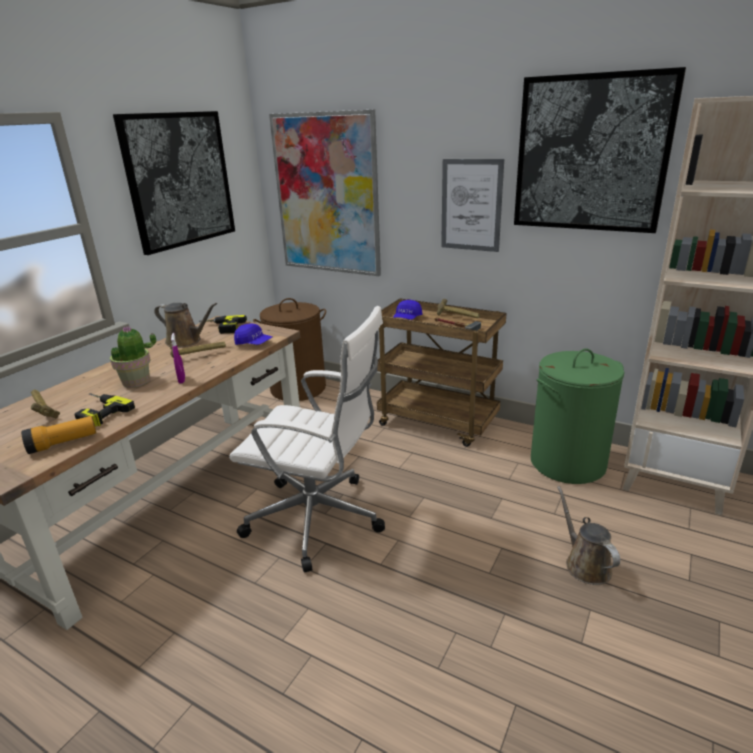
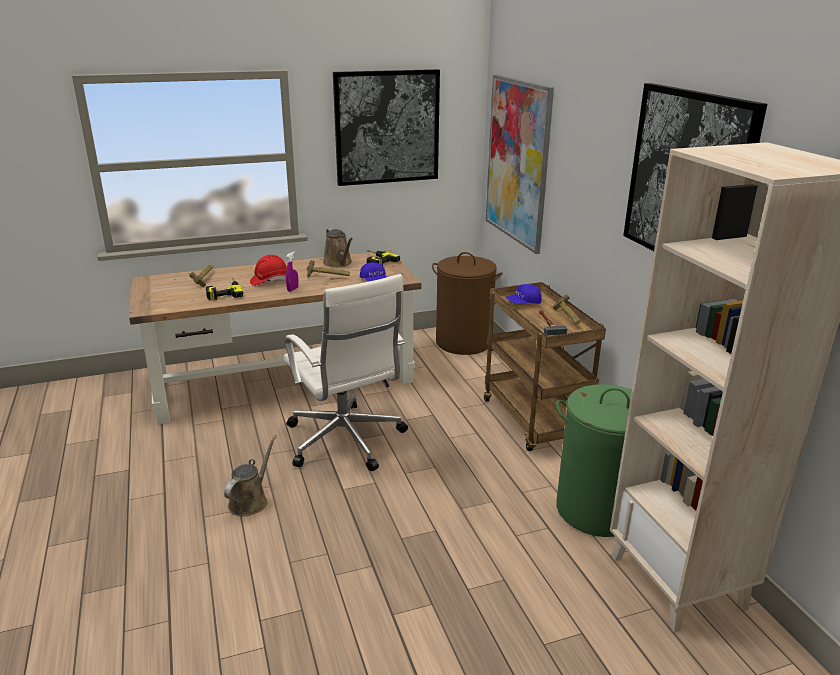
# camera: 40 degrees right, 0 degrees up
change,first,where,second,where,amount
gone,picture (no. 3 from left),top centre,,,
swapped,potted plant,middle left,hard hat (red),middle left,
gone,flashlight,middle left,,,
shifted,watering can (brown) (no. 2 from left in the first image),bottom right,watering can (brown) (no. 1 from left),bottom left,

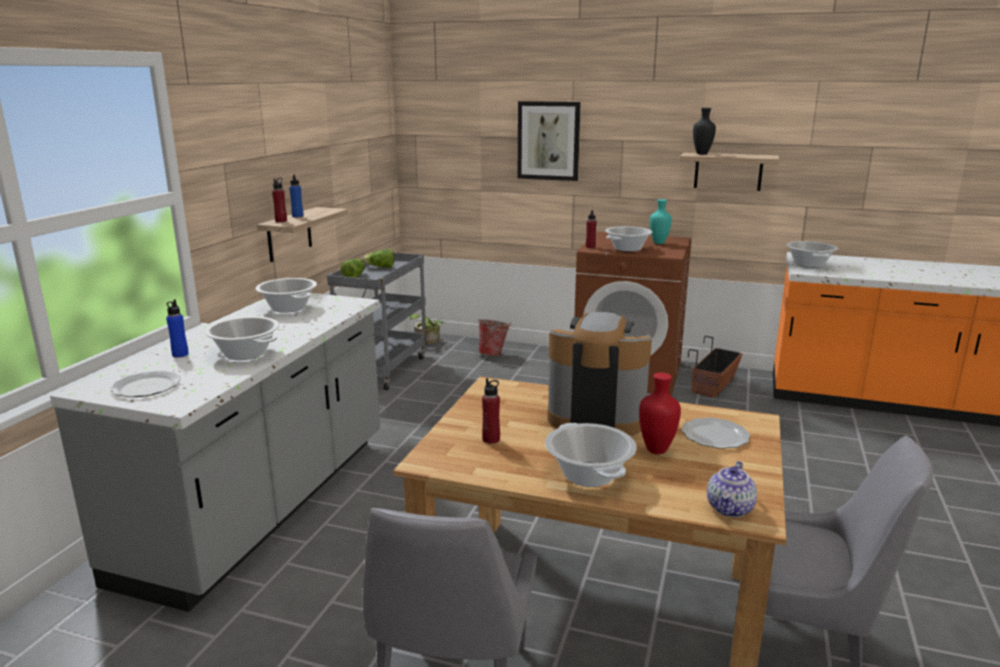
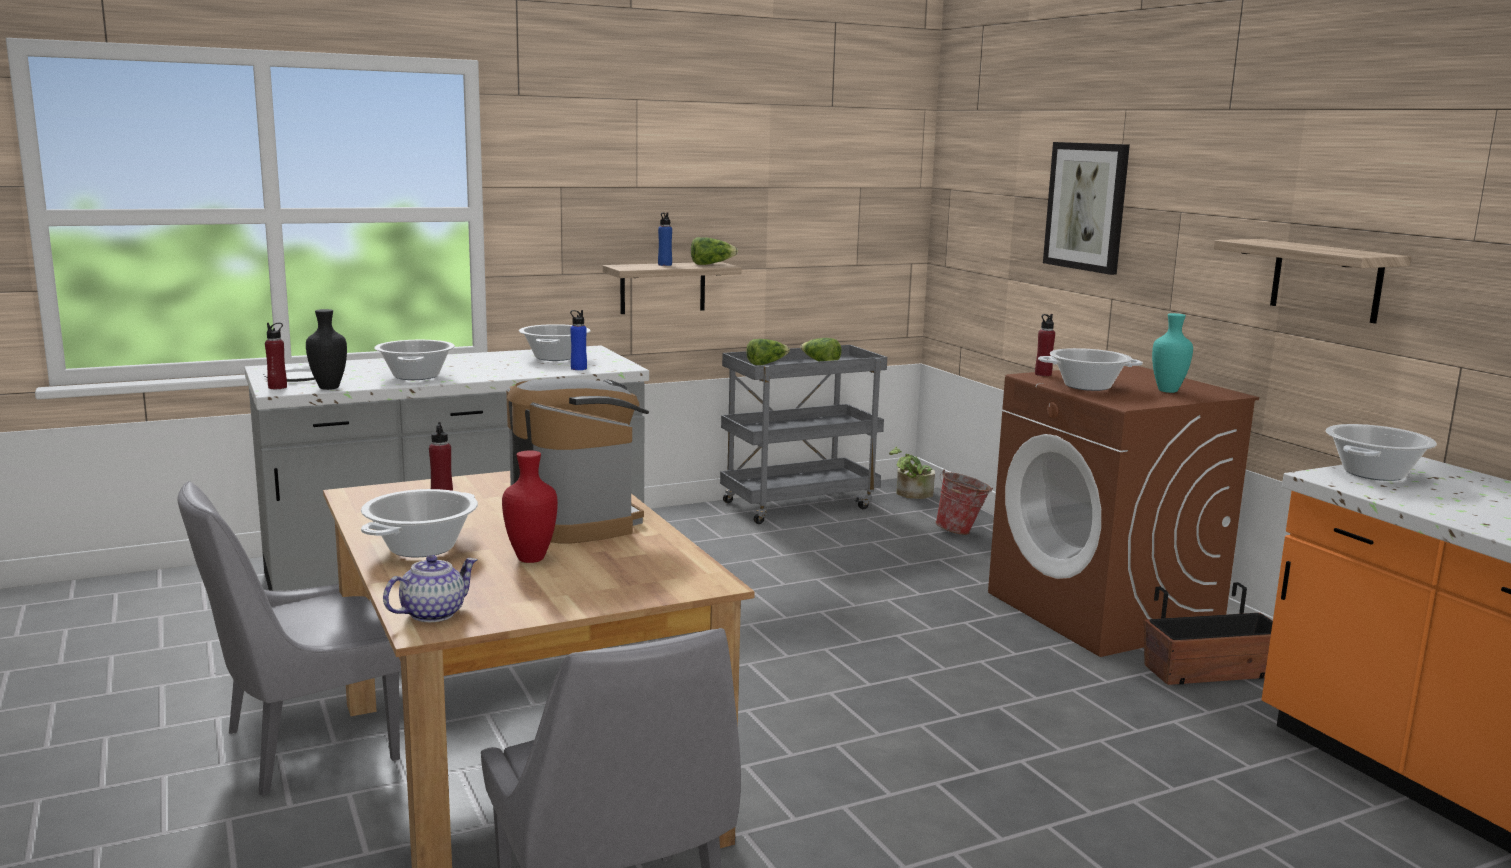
# camera: 45 degrees right, 5 degrees down
change,first,where,second,where,amount
shifted,vase (black),top right,,middle left,
shifted,bottle (red) (no. 1 from left),top left,,middle left,
shifted,bottle (blue) (no. 1 from left),middle left,,centre,
gone,plate (no. 2 from left),middle right,,,
rotated,teapot,bottom right,,bottom left,150 degrees clockwise
new,,,lettuce (no. 1 from left),top centre,

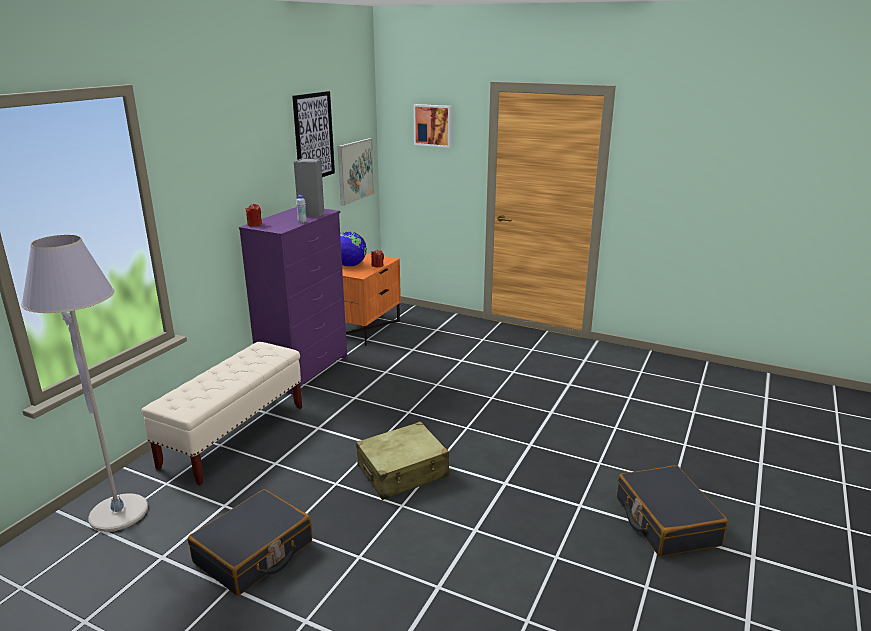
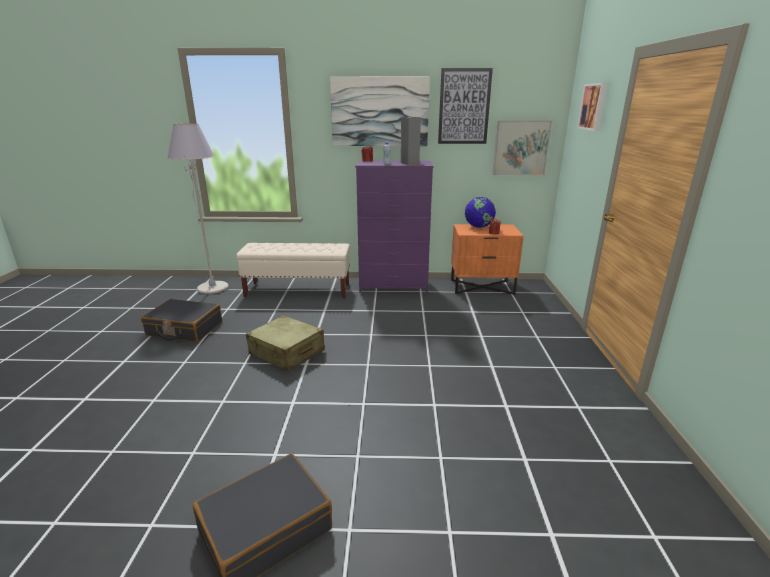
# camera: 65 degrees right, 0 degrees up
change,first,where,second,where,amount
new,,,picture (no. 1 from left),top centre,

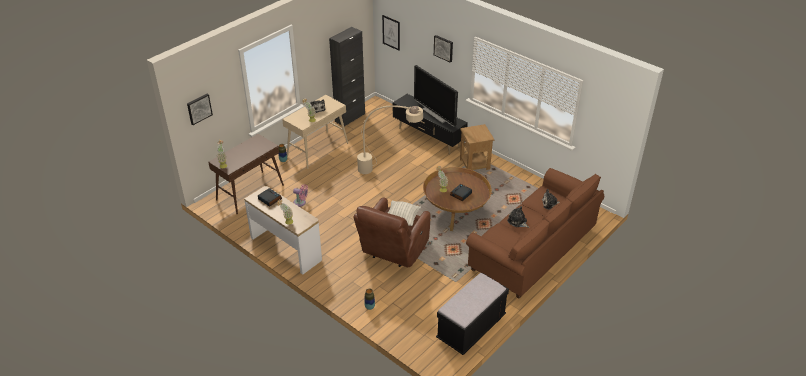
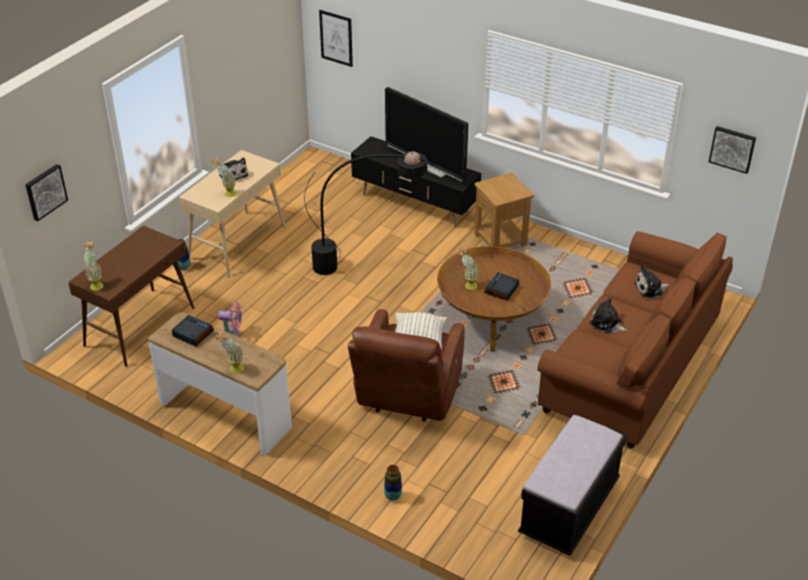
# camera: 10 degrees left, 0 degrees up
change,first,where,second,where,amount
gone,cabinet (black),top centre,,,
shifted,picture (no. 3 from left),top centre,,top right,
repainted,floor lamp (beige),centre,floor lamp (black),centre,

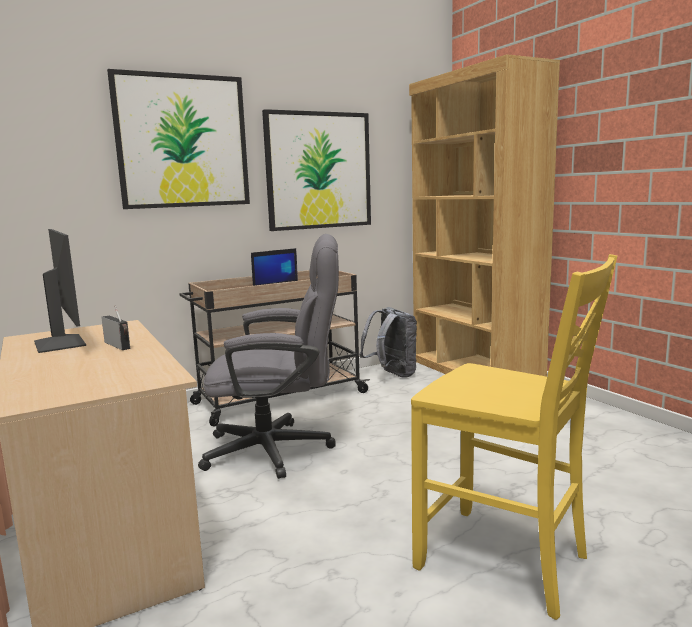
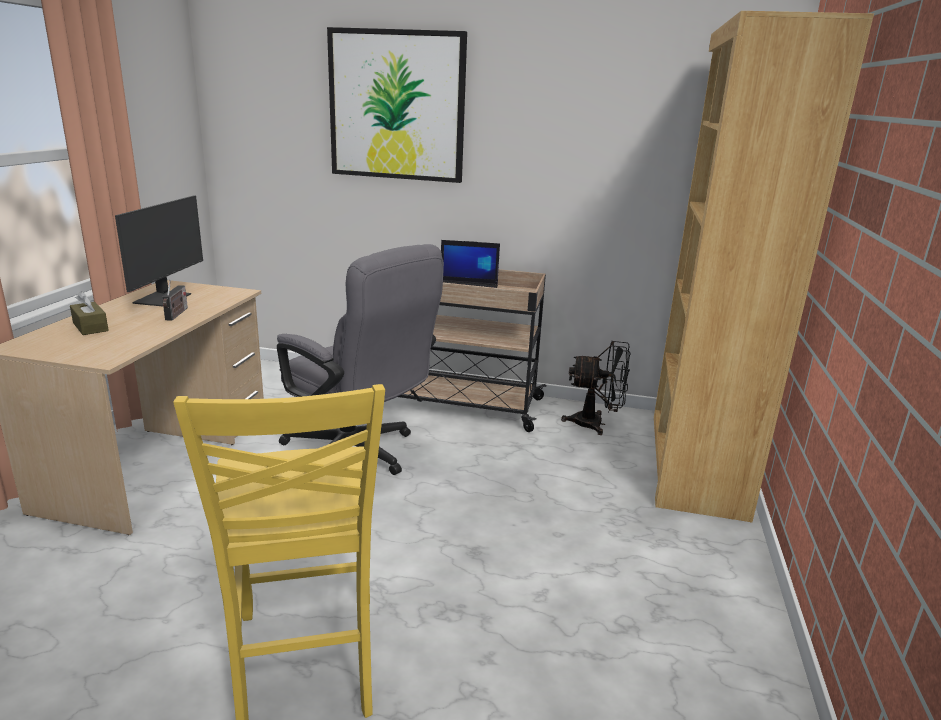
# camera: 40 degrees right, 10 degrees up
change,first,where,second,where,amount
gone,picture (no. 2 from left),top centre,,,
swapped,backpack (grey),centre,fan (black),centre,
new,,,tissue box (brown),middle left,

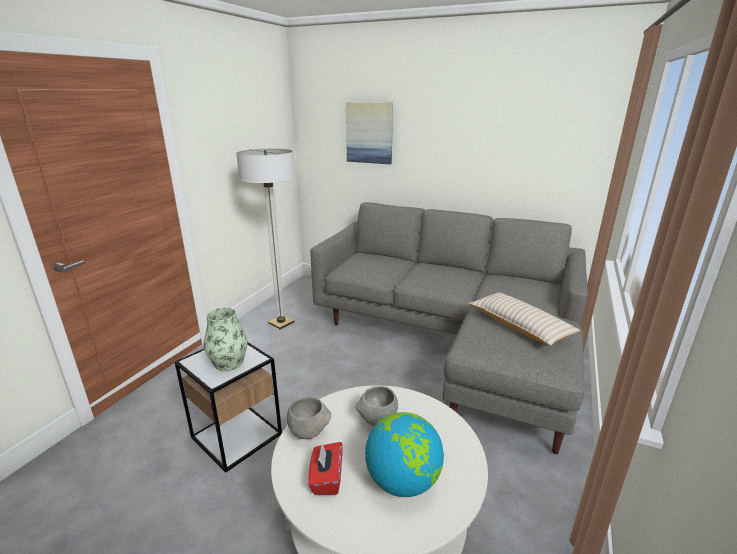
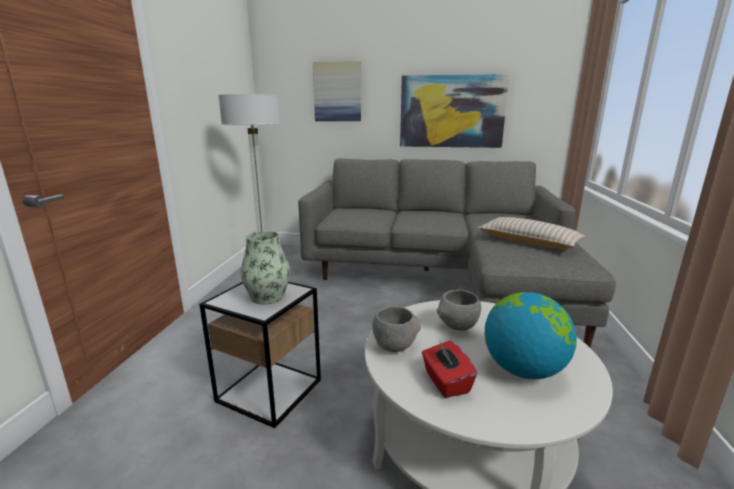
# camera: 15 degrees left, 5 degrees down
change,first,where,second,where,amount
new,,,picture (no. 2 from left),top centre,

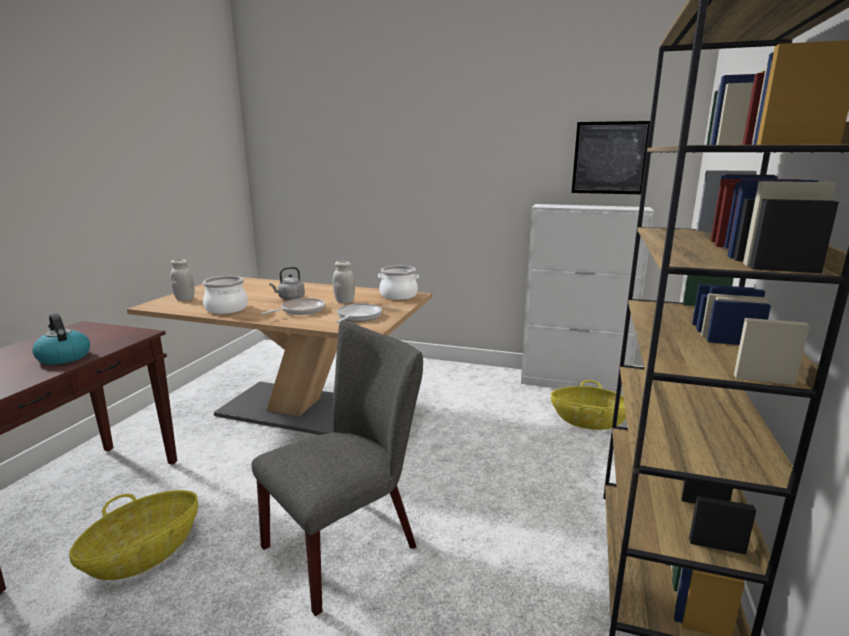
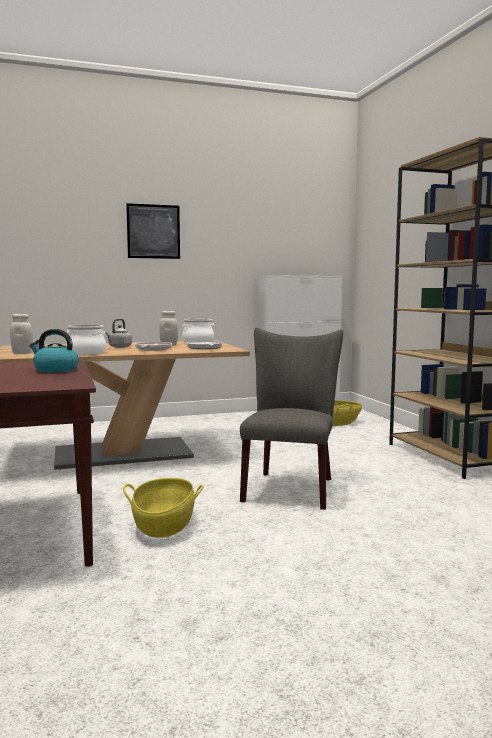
# camera: 35 degrees left, 10 degrees down
change,first,where,second,where,amount
shifted,picture,top right,,top left,

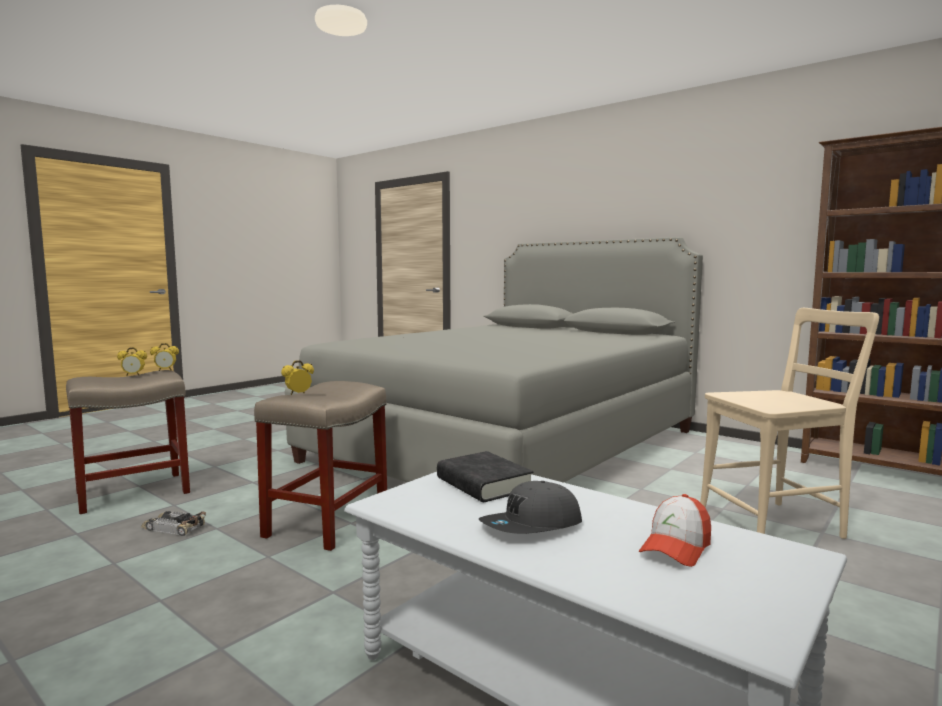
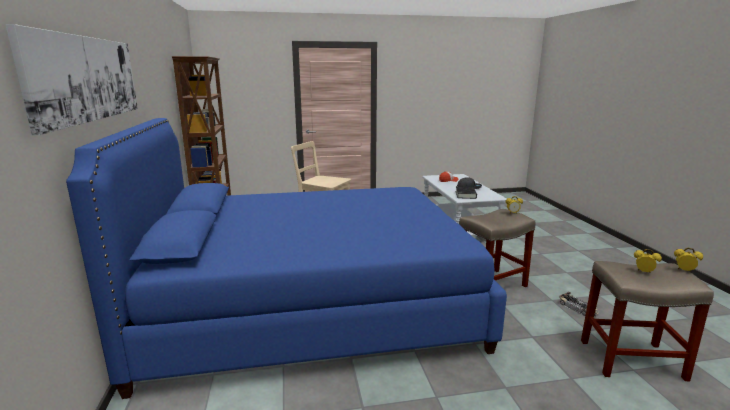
# camera: 140 degrees left, 10 degrees up
change,first,where,second,where,amount
repainted,bed (grey),centre,bed (blue),centre,
shifted,alarm clock (no. 2 from left in the first image),middle left,alarm clock (no. 3 from left),middle right,
new,,,picture,top left,

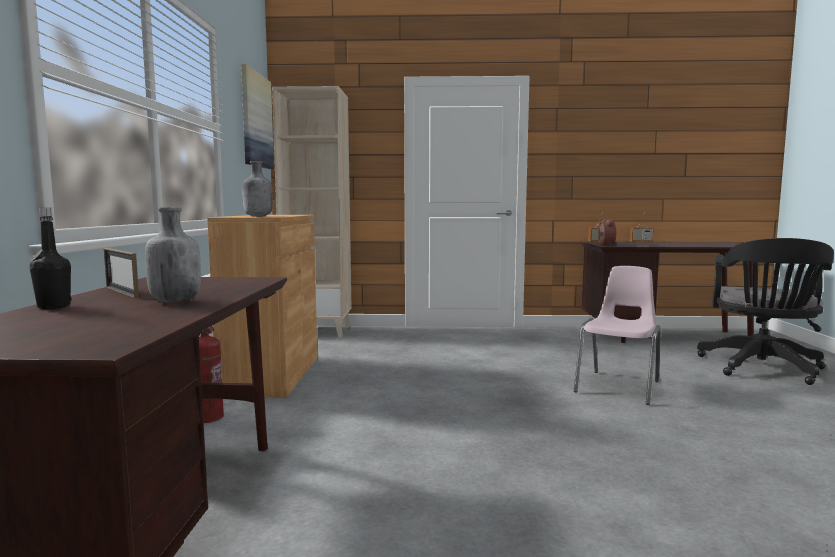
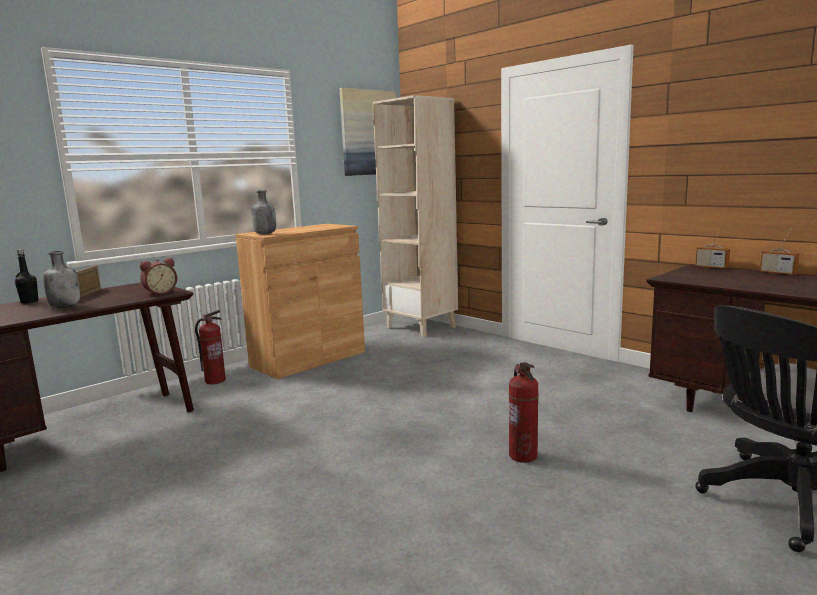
# camera: 45 degrees right, 5 degrees up
change,first,where,second,where,amount
shifted,alarm clock,middle right,,middle left,
swapped,chair (pink),middle right,fire extinguisher (no. 2 from left),bottom centre,

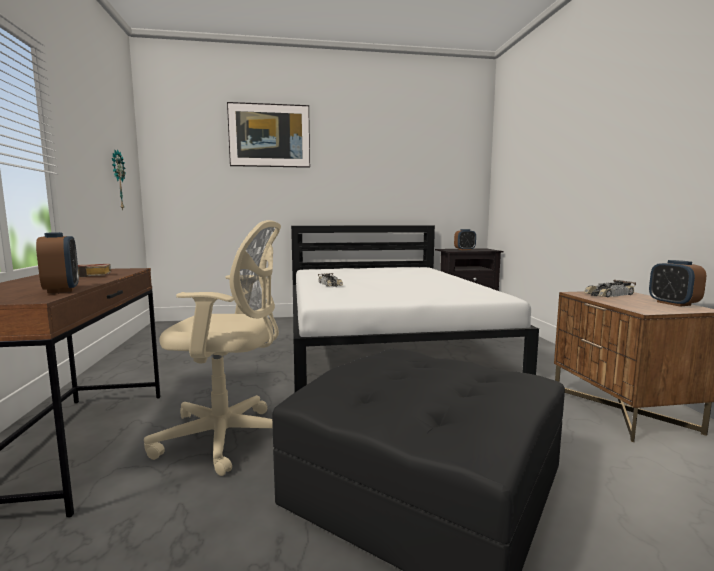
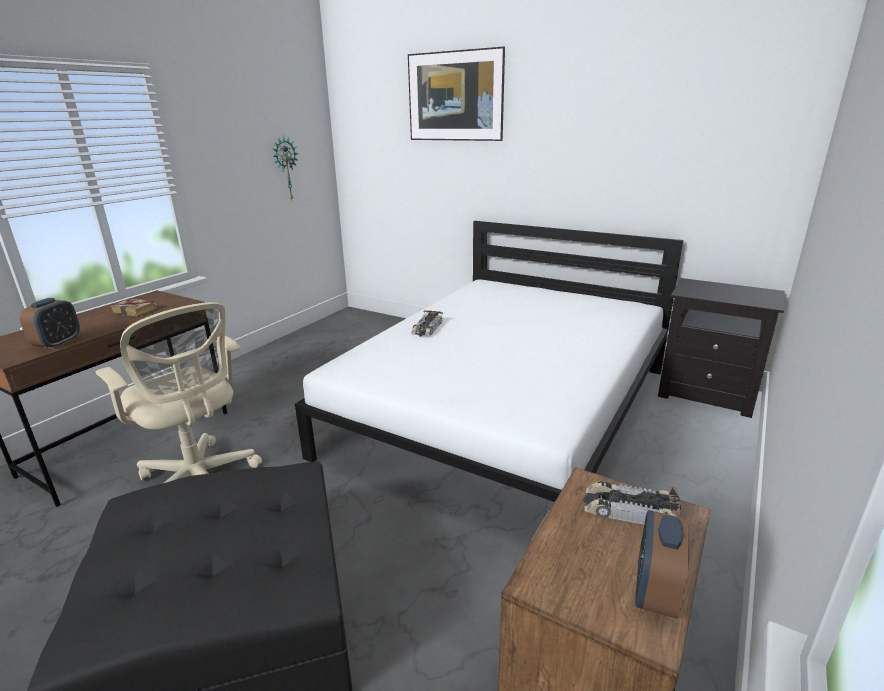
# camera: 40 degrees right, 15 degrees up
change,first,where,second,where,amount
gone,alarm clock (no. 2 from left),centre,,,

